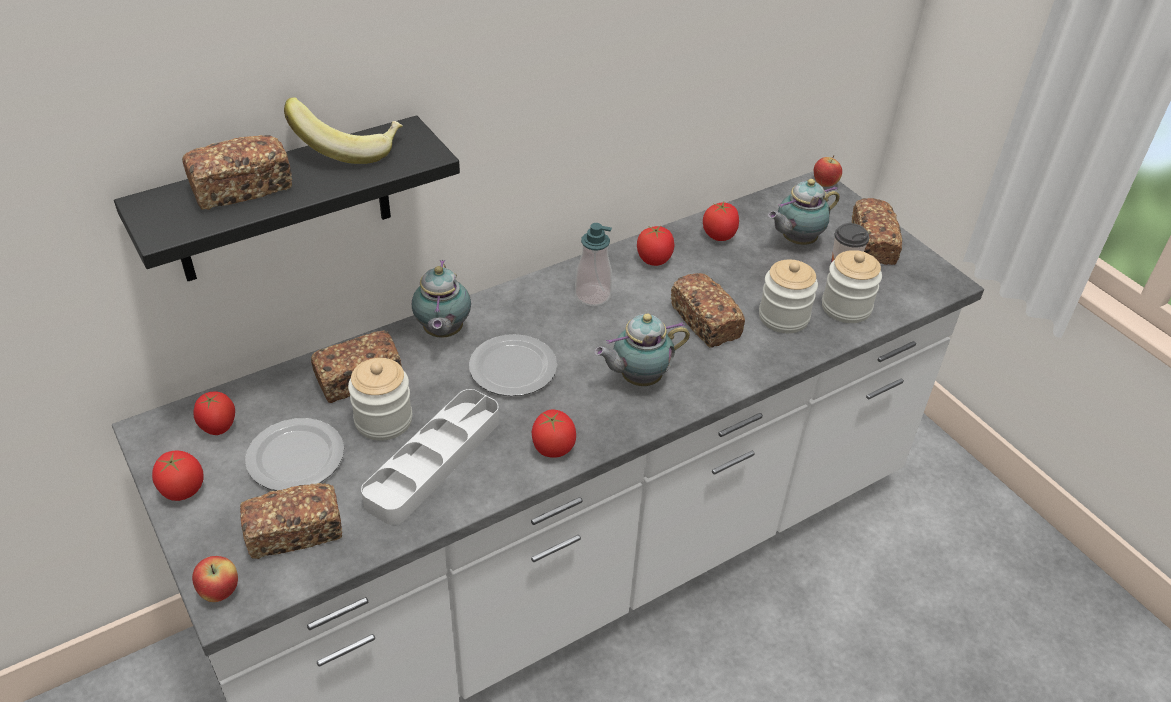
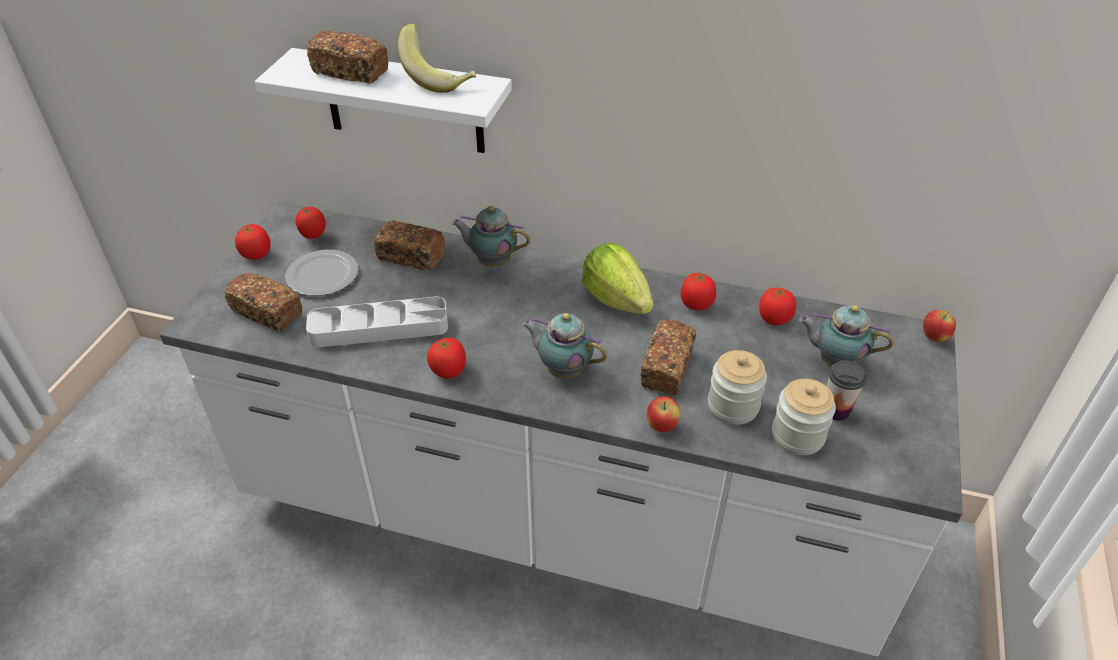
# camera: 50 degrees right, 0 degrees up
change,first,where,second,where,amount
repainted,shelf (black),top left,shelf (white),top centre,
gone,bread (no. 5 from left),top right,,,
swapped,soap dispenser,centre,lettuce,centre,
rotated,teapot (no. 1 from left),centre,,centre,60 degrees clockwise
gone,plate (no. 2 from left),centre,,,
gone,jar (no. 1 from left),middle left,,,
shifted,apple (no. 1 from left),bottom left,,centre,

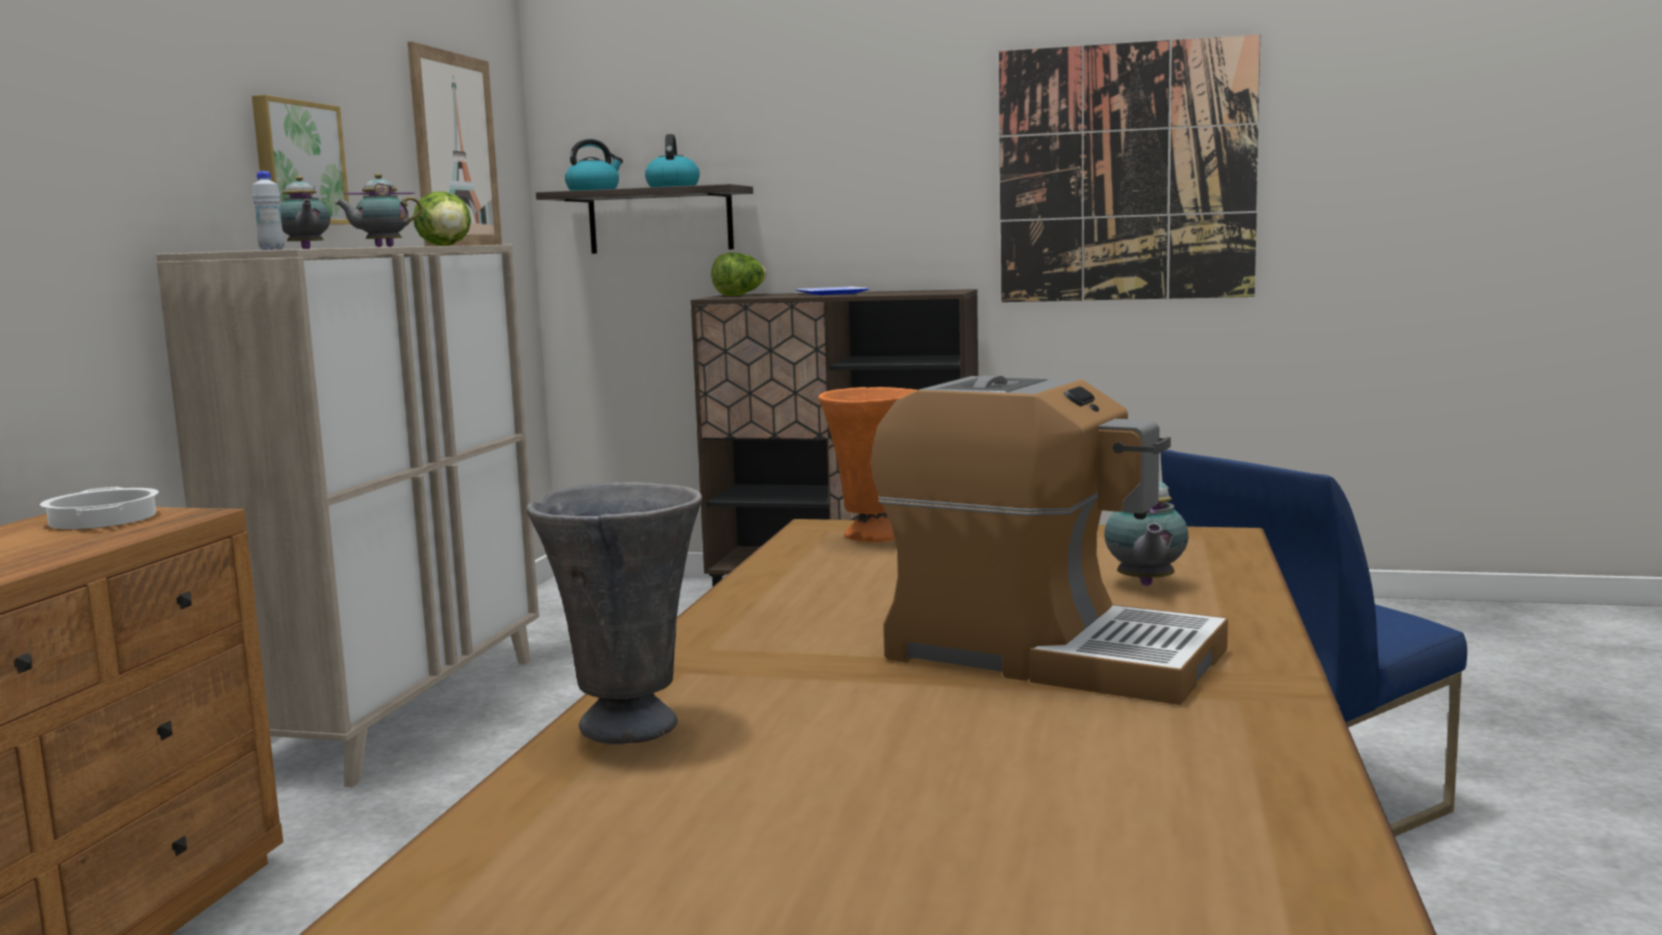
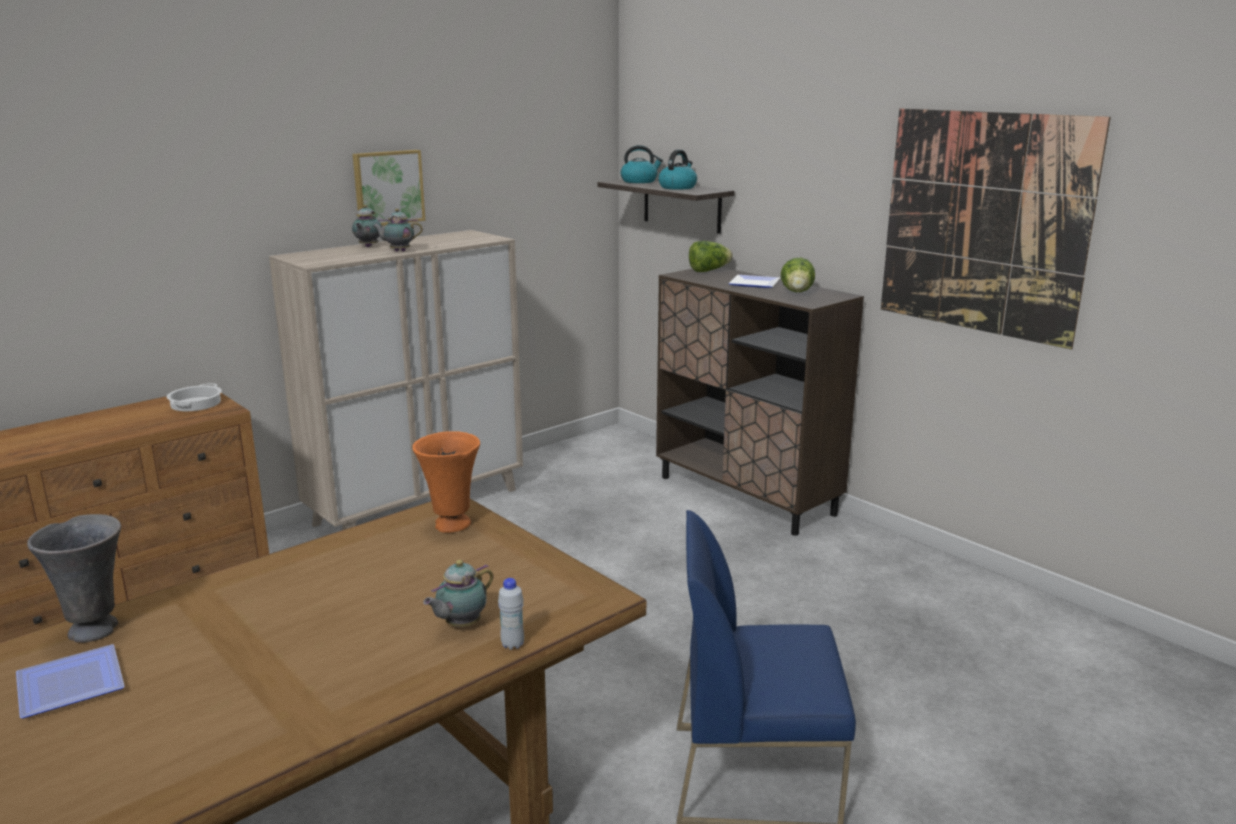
# camera: 35 degrees right, 10 degrees up
change,first,where,second,where,amount
gone,picture (no. 2 from left),top left,,,
shifted,bottle (white),top left,,bottom centre,
shifted,lettuce (no. 1 from left in the first image),top left,lettuce (no. 2 from left),centre,
gone,coffee machine,centre,,,
new,,,plate (no. 1 from left),bottom left,

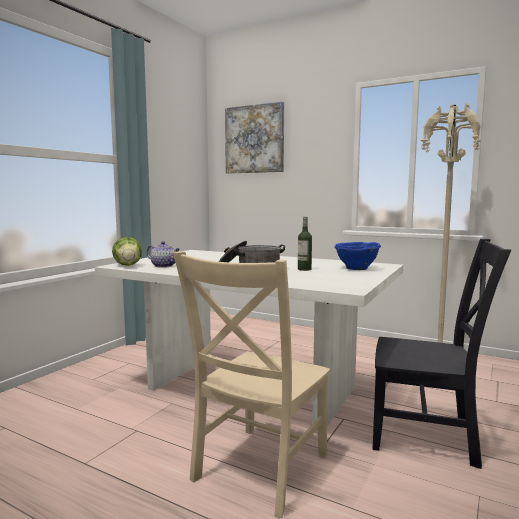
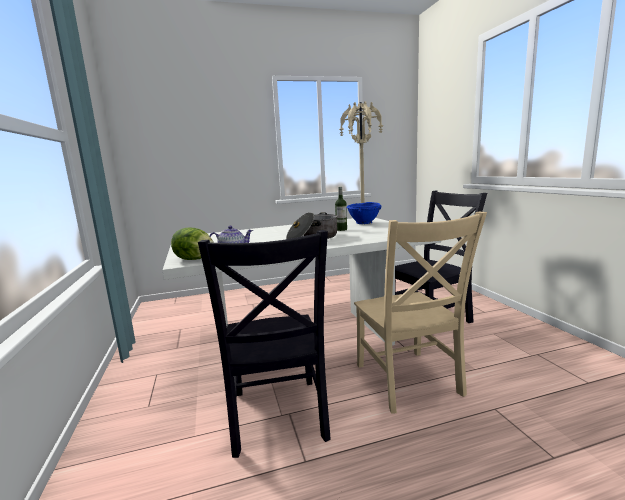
# camera: 45 degrees left, 5 degrees up
change,first,where,second,where,amount
gone,picture,top centre,,,
new,,,chair (black) (no. 1 from left),bottom centre,

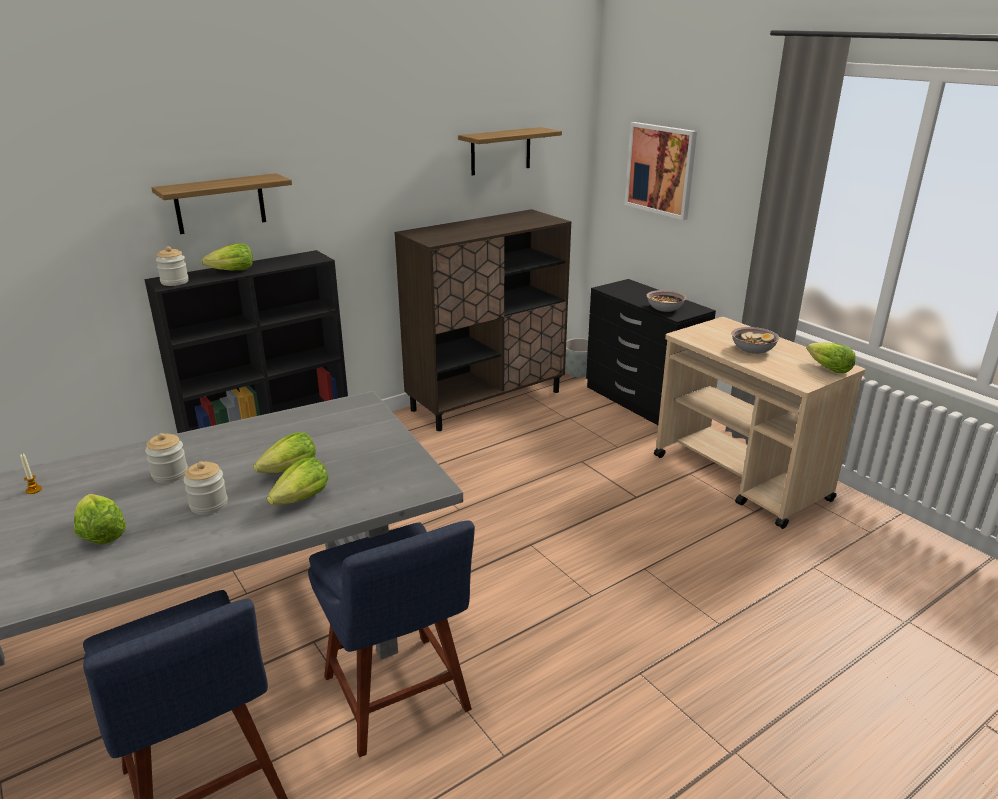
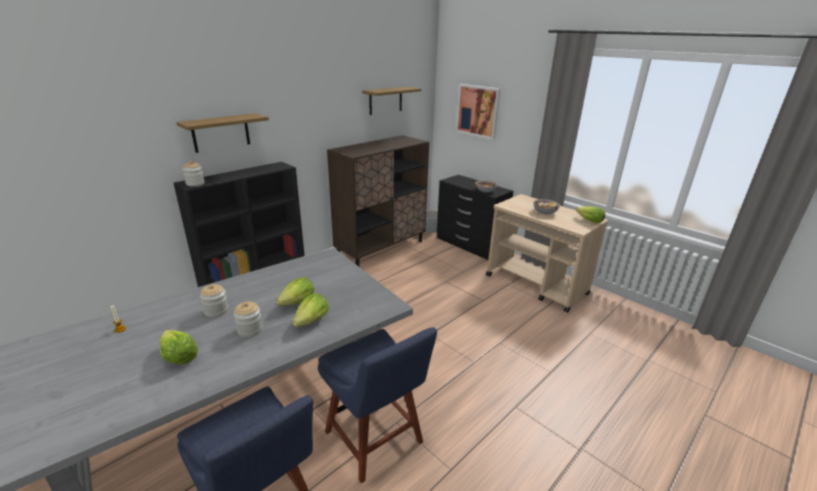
# camera: 10 degrees left, 0 degrees up
change,first,where,second,where,amount
gone,lettuce (no. 2 from left),top left,,,

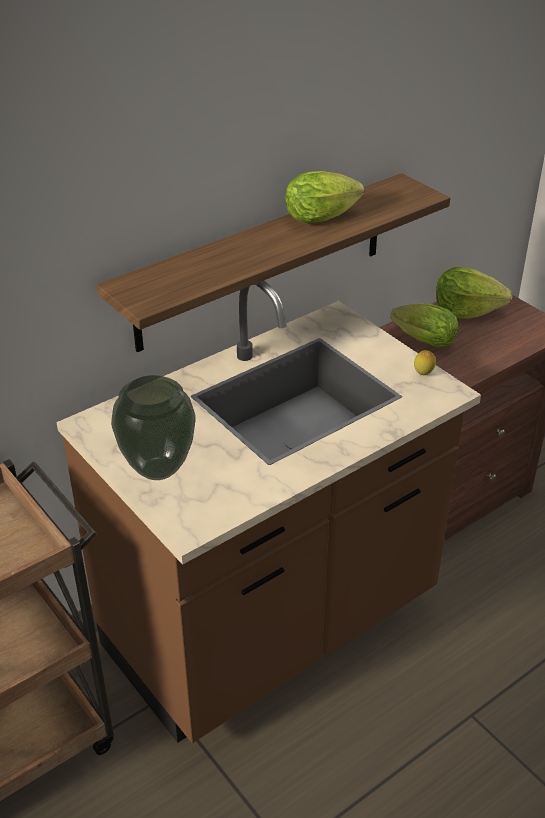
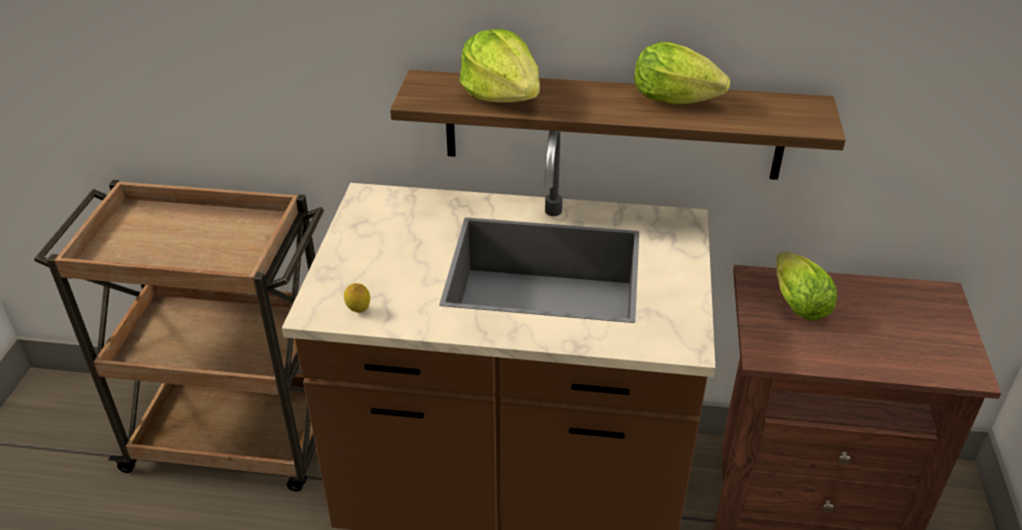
# camera: 45 degrees right, 0 degrees up
change,first,where,second,where,amount
shifted,lettuce (no. 3 from left in the first image),middle right,lettuce (no. 1 from left),top centre,
shifted,lemon,middle right,,centre,
gone,vase,middle left,,,

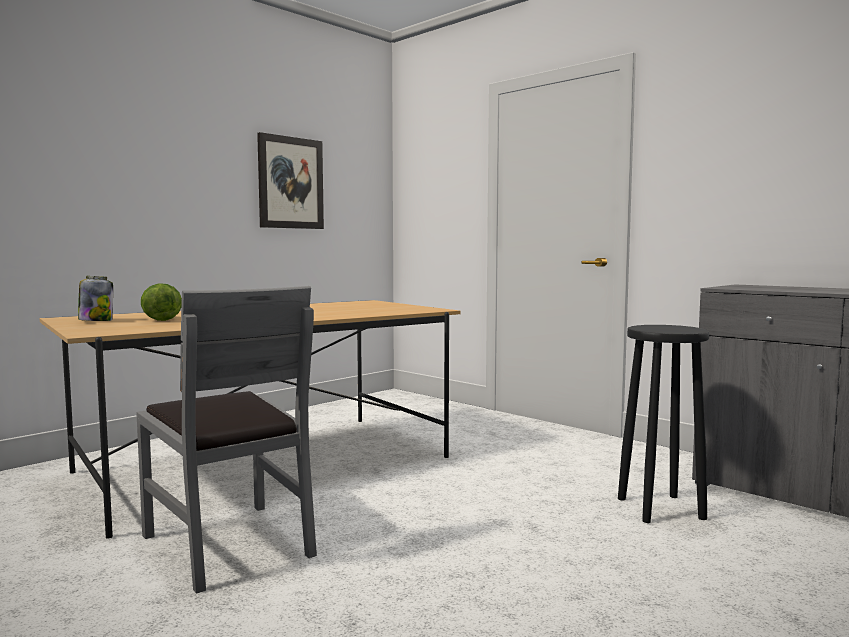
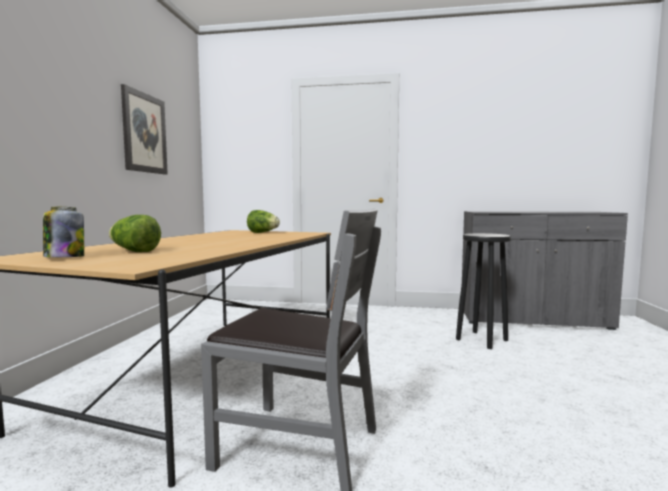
# camera: 35 degrees left, 0 degrees up
change,first,where,second,where,amount
new,,,lettuce (no. 2 from left),centre,

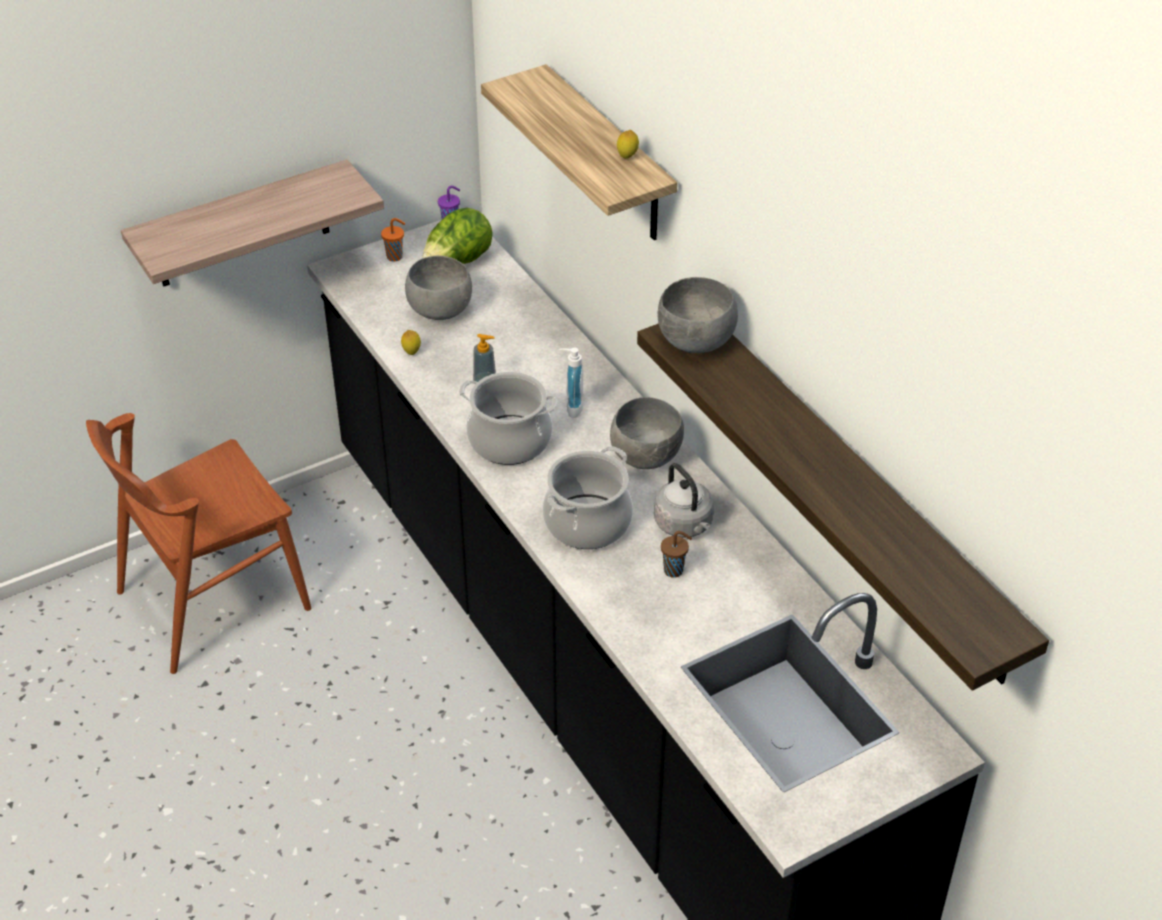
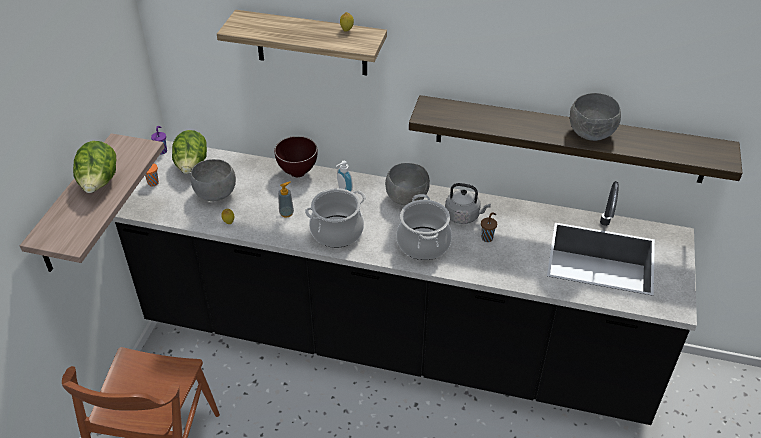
# camera: 45 degrees left, 0 degrees up
change,first,where,second,where,amount
shifted,bowl (grey) (no. 3 from left),centre,,top right,
new,,,bowl (brown),centre,
new,,,lettuce (no. 1 from left),middle left,

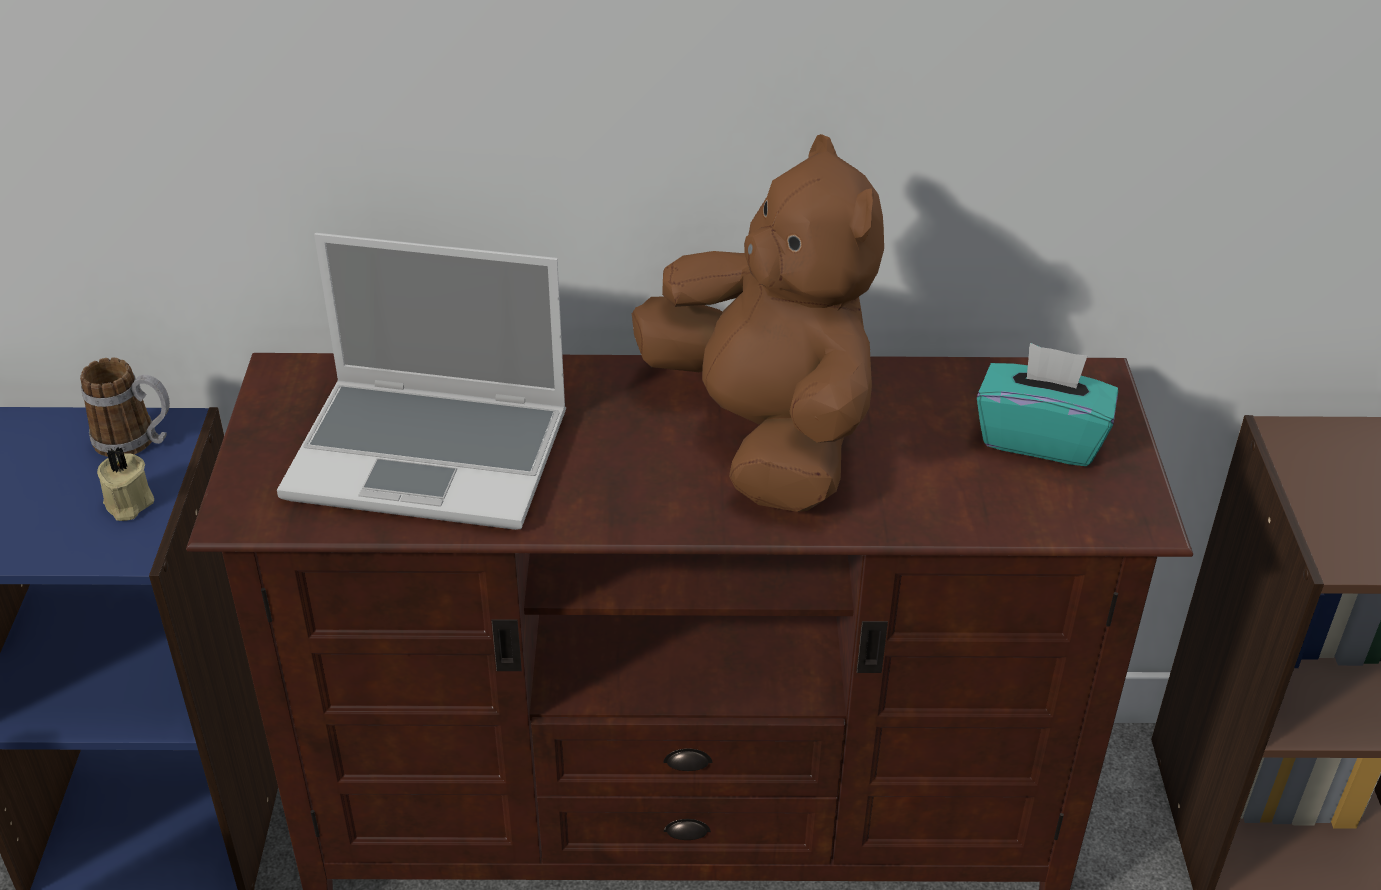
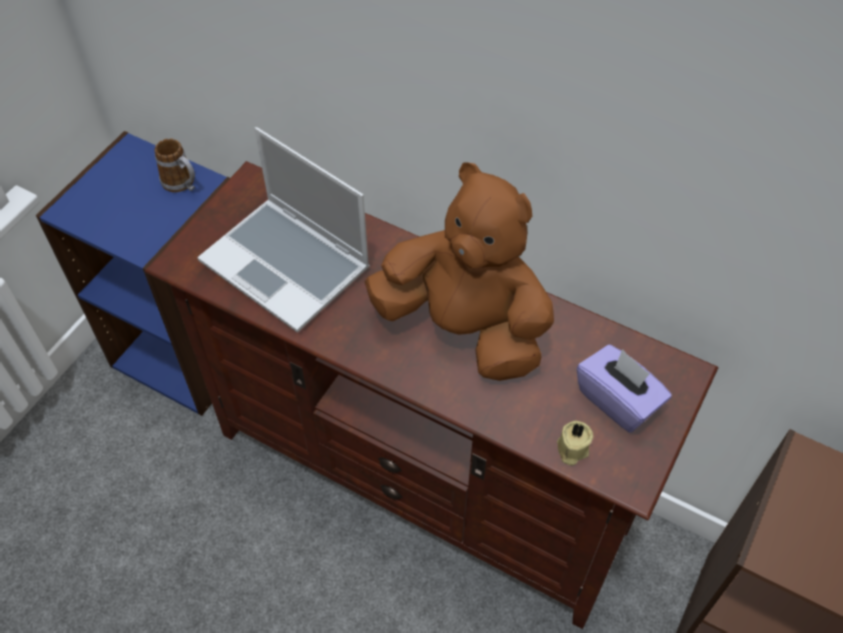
# camera: 30 degrees right, 15 degrees up
change,first,where,second,where,amount
rotated,plush toy (brown),centre,,centre,60 degrees counterclockwise
repainted,tissue box (turquoise),middle right,tissue box (purple),middle right,
shifted,candle (beige),middle left,,bottom right,

